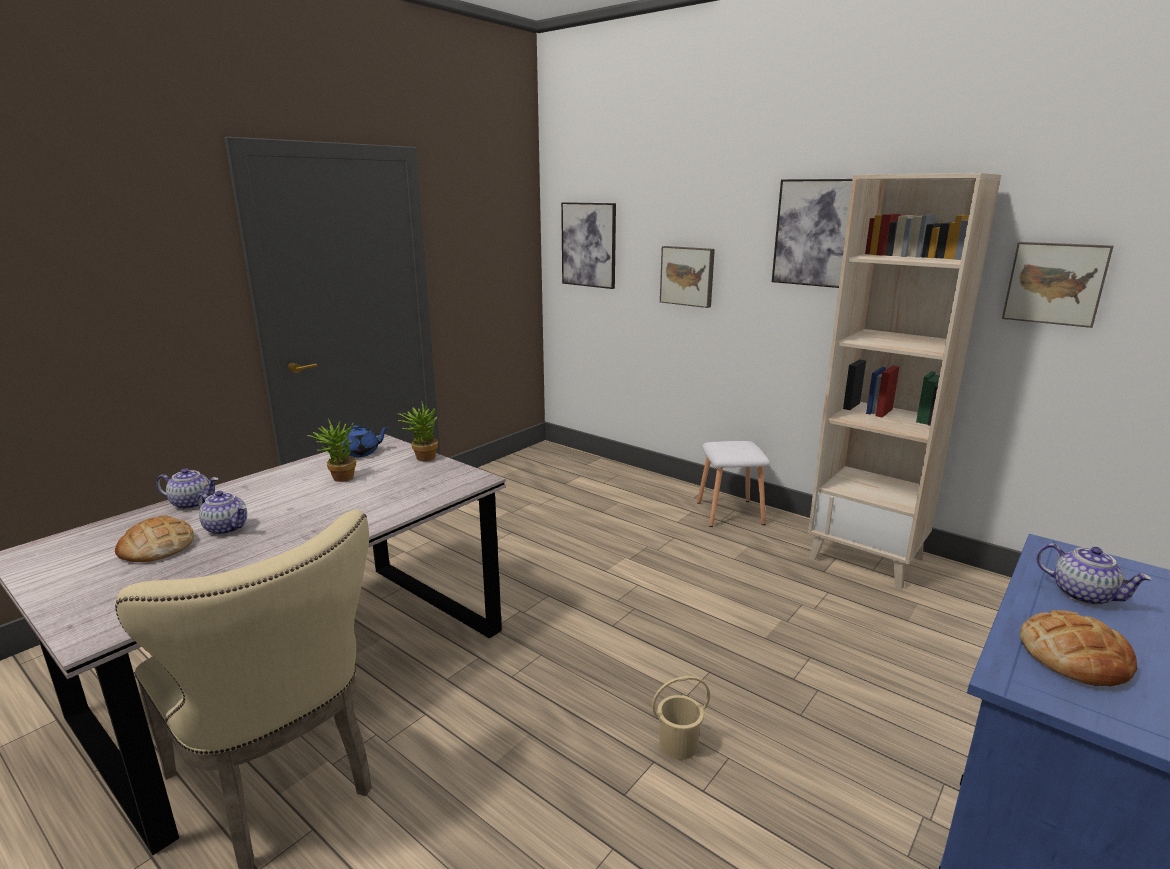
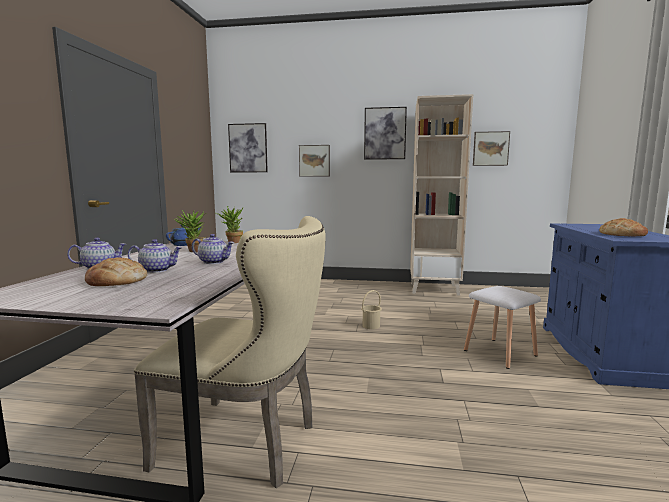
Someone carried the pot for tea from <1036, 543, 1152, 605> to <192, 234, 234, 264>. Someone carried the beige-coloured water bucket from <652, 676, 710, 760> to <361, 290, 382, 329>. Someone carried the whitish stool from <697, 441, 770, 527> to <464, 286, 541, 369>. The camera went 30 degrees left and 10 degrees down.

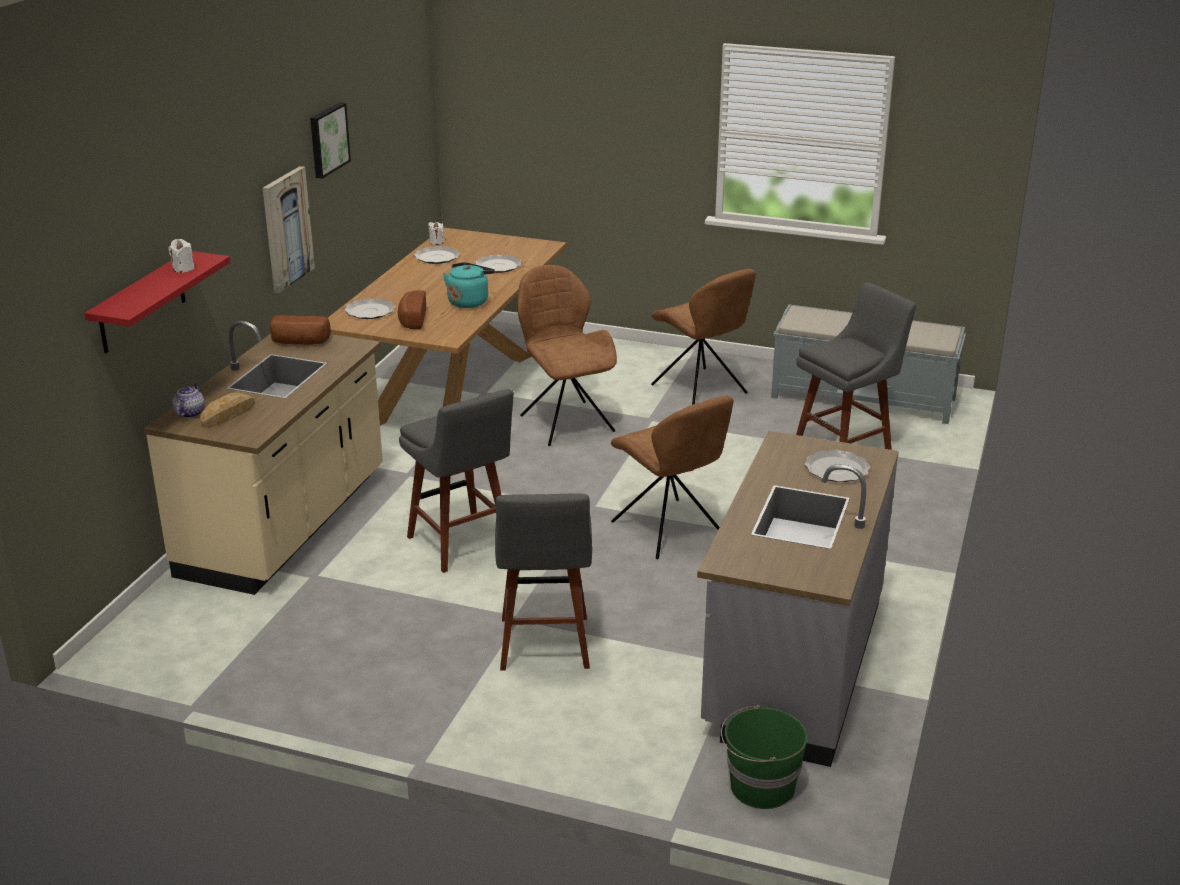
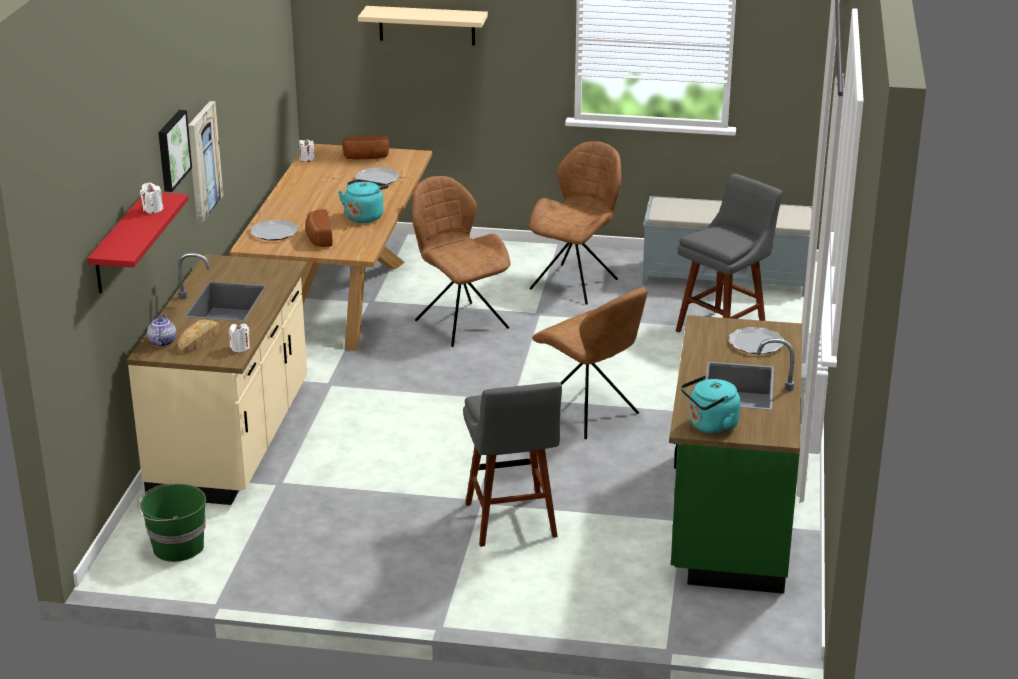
Someone carried the green-coloured water bucket from <721, 705, 808, 809> to <137, 482, 206, 562>. Someone carried the wall art from <310, 102, 351, 179> to <158, 110, 192, 192>. Someone put down the whitish wax candle at <229, 323, 250, 353>. Someone carried the baked bread from <270, 315, 331, 345> to <342, 136, 389, 159>. Someone put up the beige-coloured shelf at <358, 6, 488, 45>. Someone rotated the brownish upright chair at <651, 269, 756, 405> by 105 degrees counterclockwise. Someone repainted the gray counter at <697, 431, 899, 767>, which became the green-coloured counter at <669, 315, 802, 594>. Someone put down the turquoise-coloured kettle at <681, 376, 740, 434>. Someone took away the gray stool at <399, 389, 514, 573>. Someone took away the plate at <414, 246, 460, 264>. The camera went 10 degrees left and 0 degrees up.

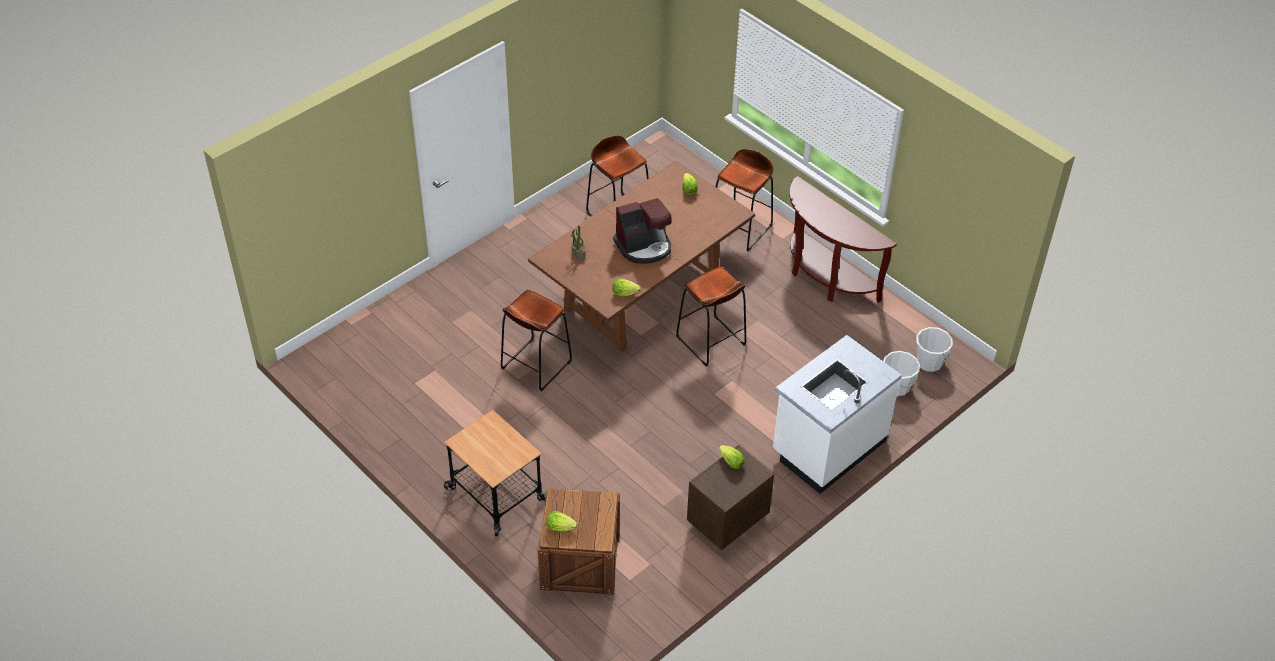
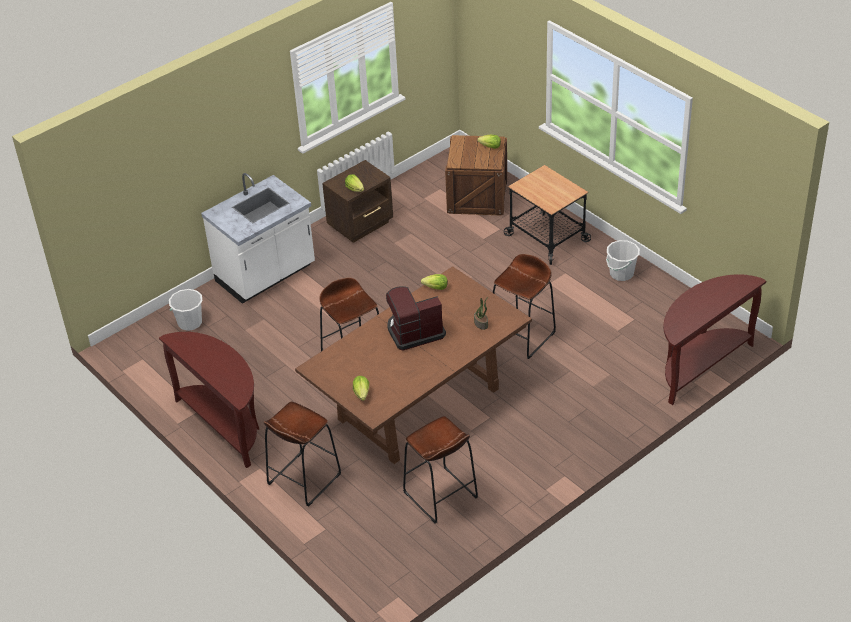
Someone carried the whitish water bucket from <916, 327, 953, 372> to <606, 240, 640, 281>. Someone put down the brownish hall table at <663, 274, 766, 405>. The camera went 175 degrees left and 5 degrees down.

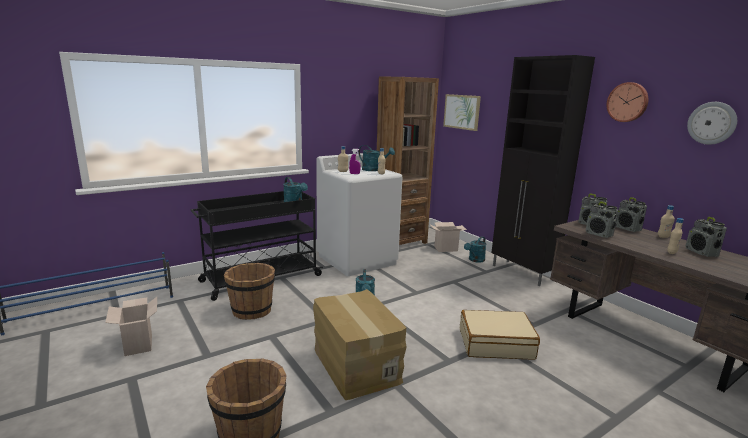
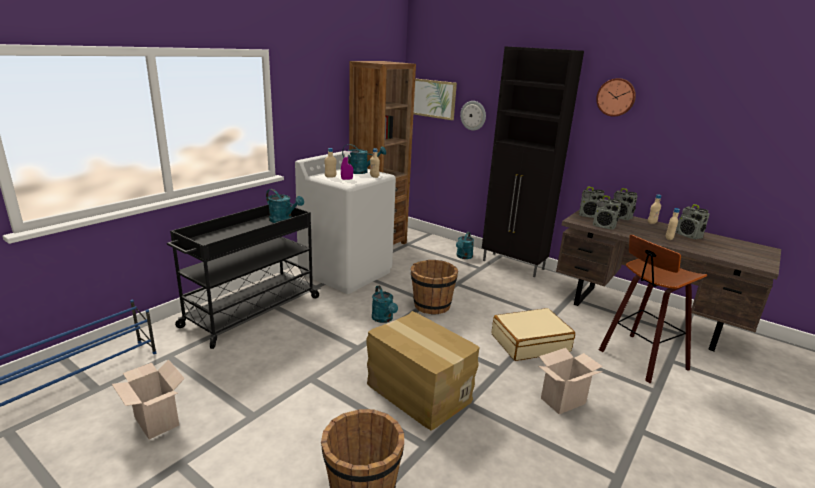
Someone carried the brownish water bucket from <224, 263, 275, 320> to <411, 260, 458, 315>. Someone carried the hanging clock from <687, 102, 737, 145> to <460, 101, 486, 131>. Someone carried the packing box from <429, 222, 467, 252> to <539, 348, 603, 414>. Someone put down the stool at <599, 235, 707, 383>. The camera went 20 degrees left and 5 degrees up.

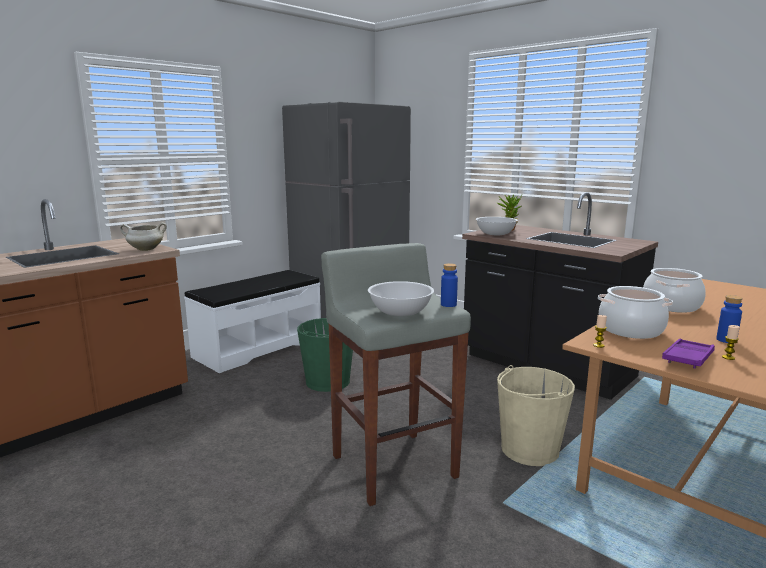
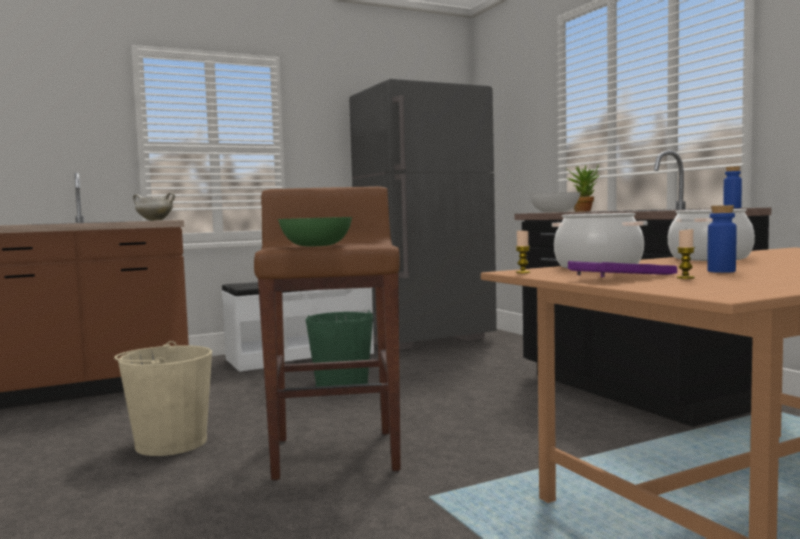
Someone carried the beige-coloured water bucket from <497, 365, 575, 466> to <114, 341, 212, 456>. Someone repainted the gray stool at <321, 243, 471, 506>, which became the brownish stool at <254, 186, 401, 480>. Someone repainted the whitish deep dish at <368, 281, 434, 316>, which became the green-coloured deep dish at <278, 217, 352, 246>. Someone carried the blue beverage bottle from <441, 263, 458, 307> to <723, 166, 742, 208>. The camera went 20 degrees right and 10 degrees down.

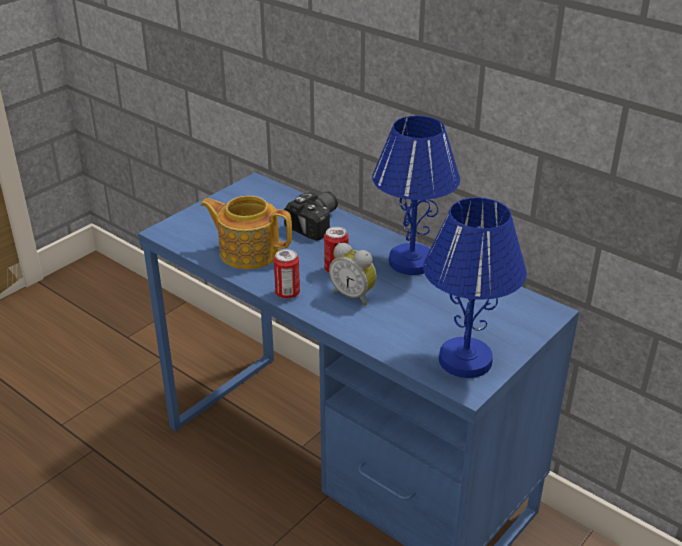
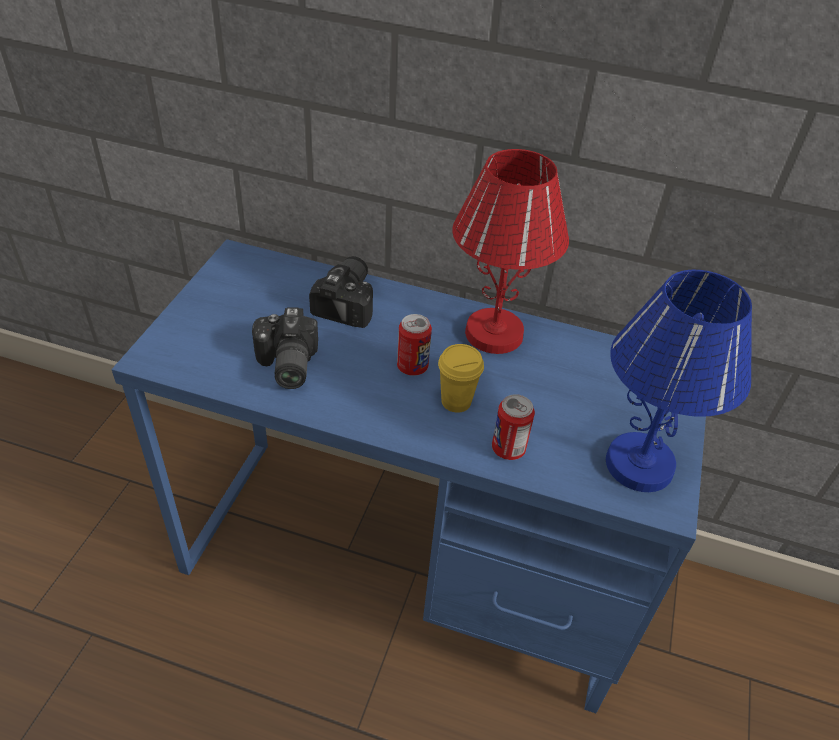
Someone swapped the pot for tea at <200, 196, 292, 269> for the still camera at <252, 307, 318, 389>. Someone swapped the bedside clock at <329, 243, 377, 306> for the yellowish cup at <438, 344, 484, 413>. Someone repainted the blue lamp for a table at <372, 116, 460, 275>, which became the red-coloured lamp for a table at <452, 149, 569, 354>. Someone carried the metal can from <274, 249, 300, 299> to <492, 394, 535, 460>. The camera went 25 degrees left and 10 degrees up.

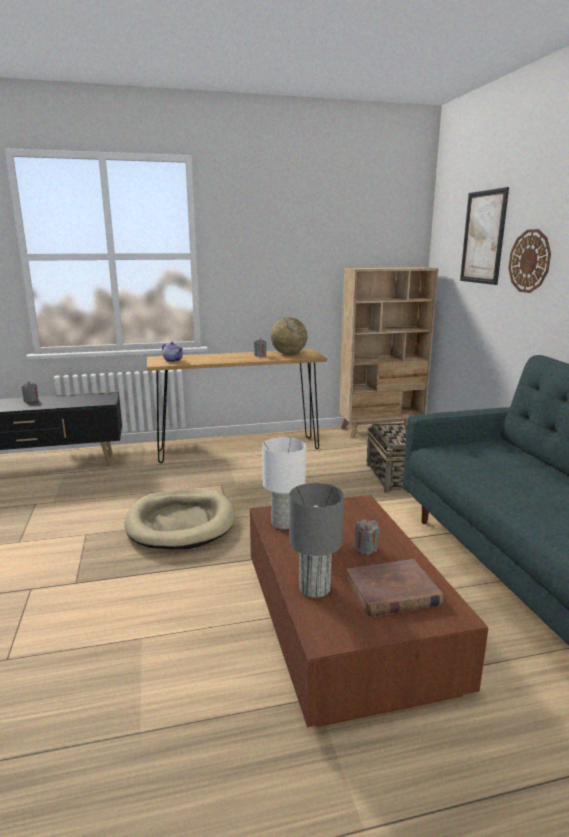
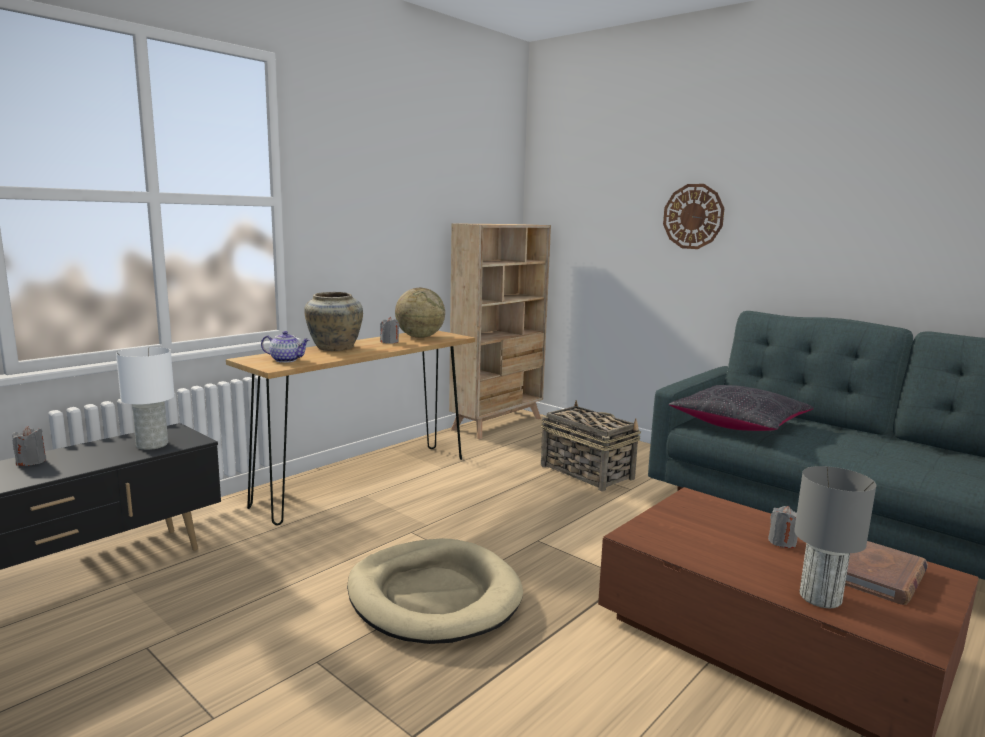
Someone carried the whitish lamp for a table from <262, 437, 306, 529> to <116, 347, 175, 450>. Someone put down the beige-coloured vase at <304, 292, 363, 351>. Someone put down the black throw pillow at <669, 385, 813, 431>. Someone took away the wall art at <460, 187, 509, 285>. The camera went 35 degrees left and 5 degrees down.

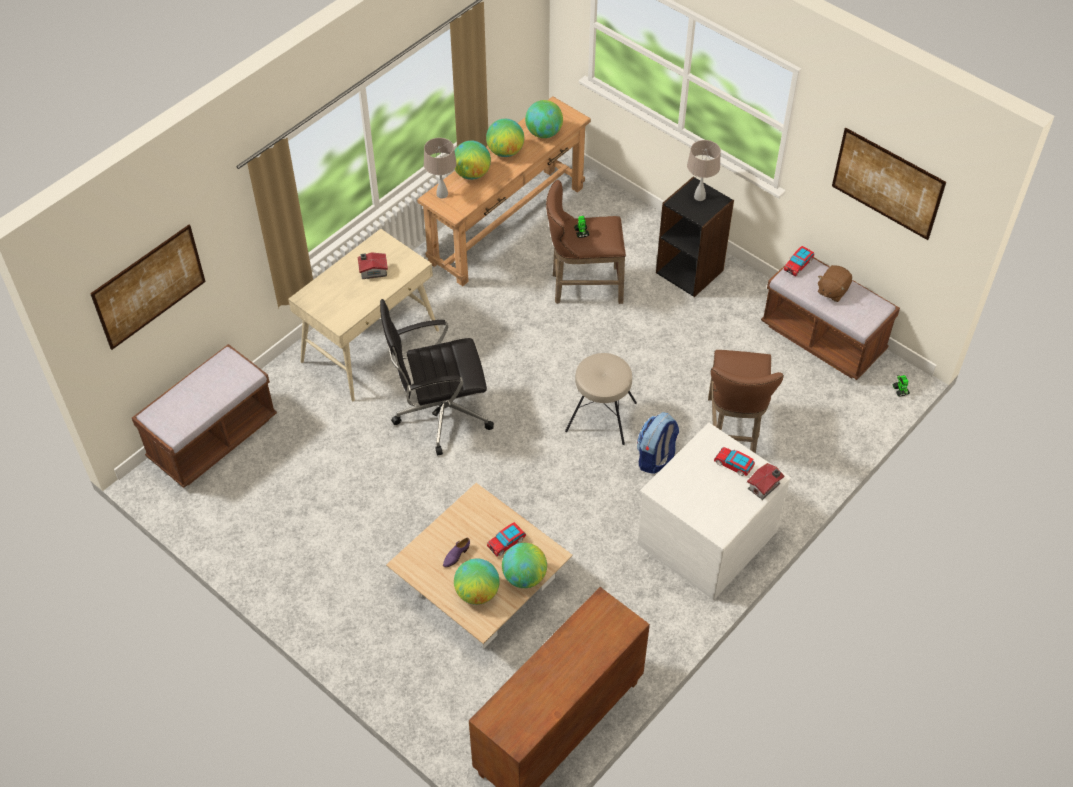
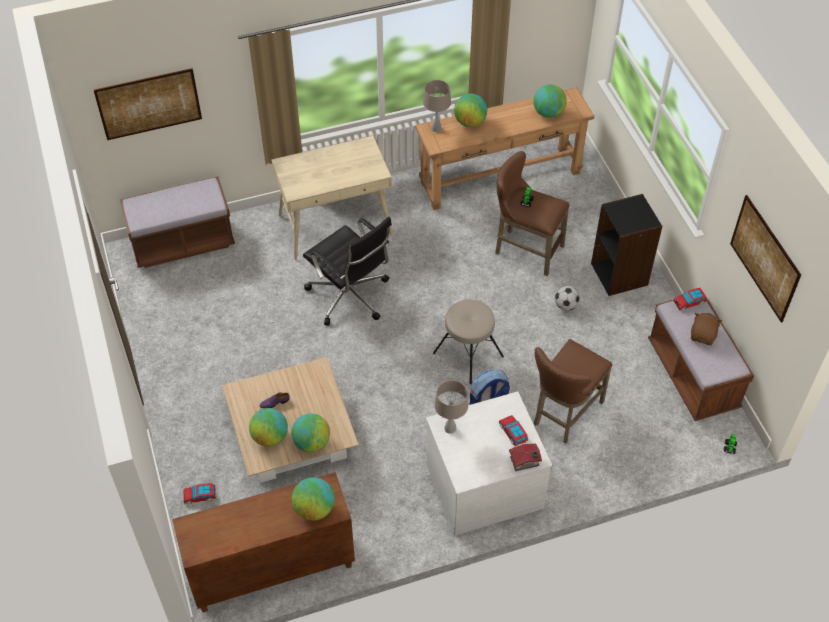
Someone carried the miniature car from <487, 522, 526, 557> to <183, 483, 216, 504>. Someone carried the world globe from <486, 119, 524, 157> to <292, 477, 335, 521>. Someone rotated the black desk chair at <380, 299, 494, 455> by 150 degrees counterclockwise. Someone carried the beige-coloured lamp for a table from <687, 140, 721, 201> to <434, 380, 468, 434>. Someone put down the football ball at <555, 286, 580, 311>. Someone rotated the brownish plush toy at <818, 265, 852, 302> by 135 degrees clockwise. Someone took away the toy house at <358, 252, 388, 279>. The camera went 30 degrees right and 0 degrees up.

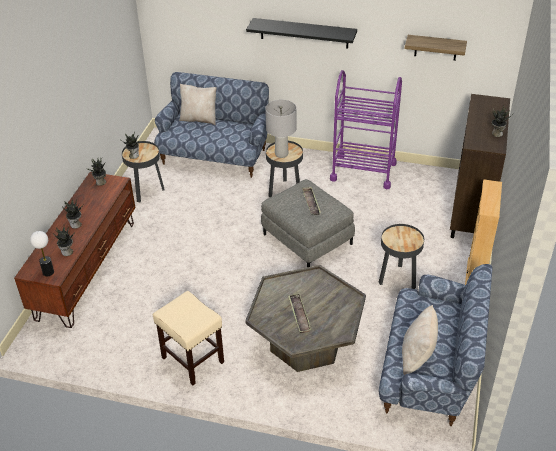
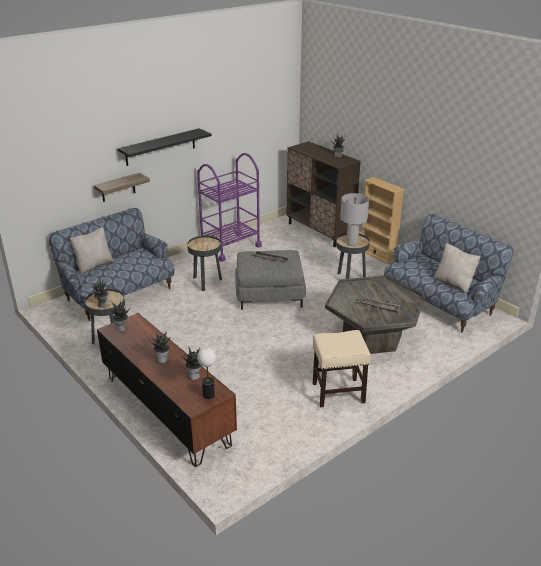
Someone carried the shelf from <405, 35, 467, 61> to <94, 173, 150, 202>. Someone carried the gray lamp for a table from <265, 100, 297, 158> to <340, 193, 369, 246>. The camera went 55 degrees left and 10 degrees down.

